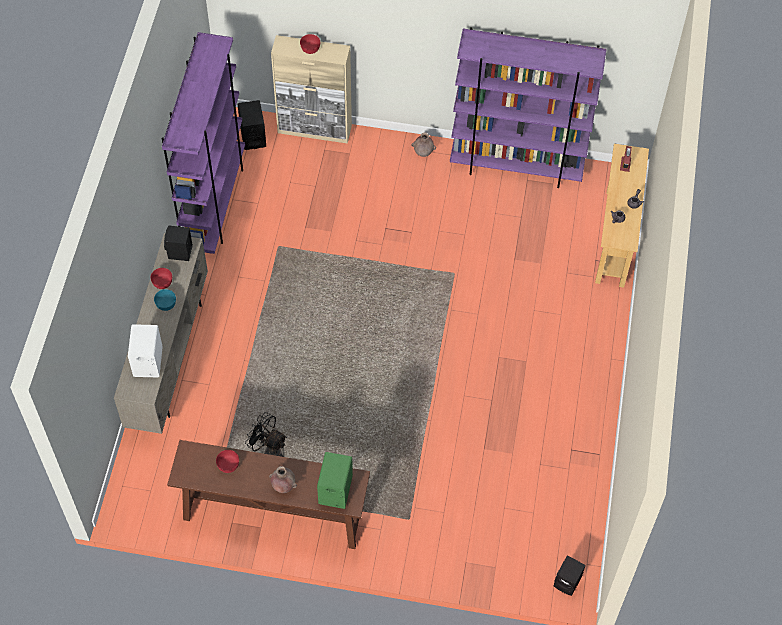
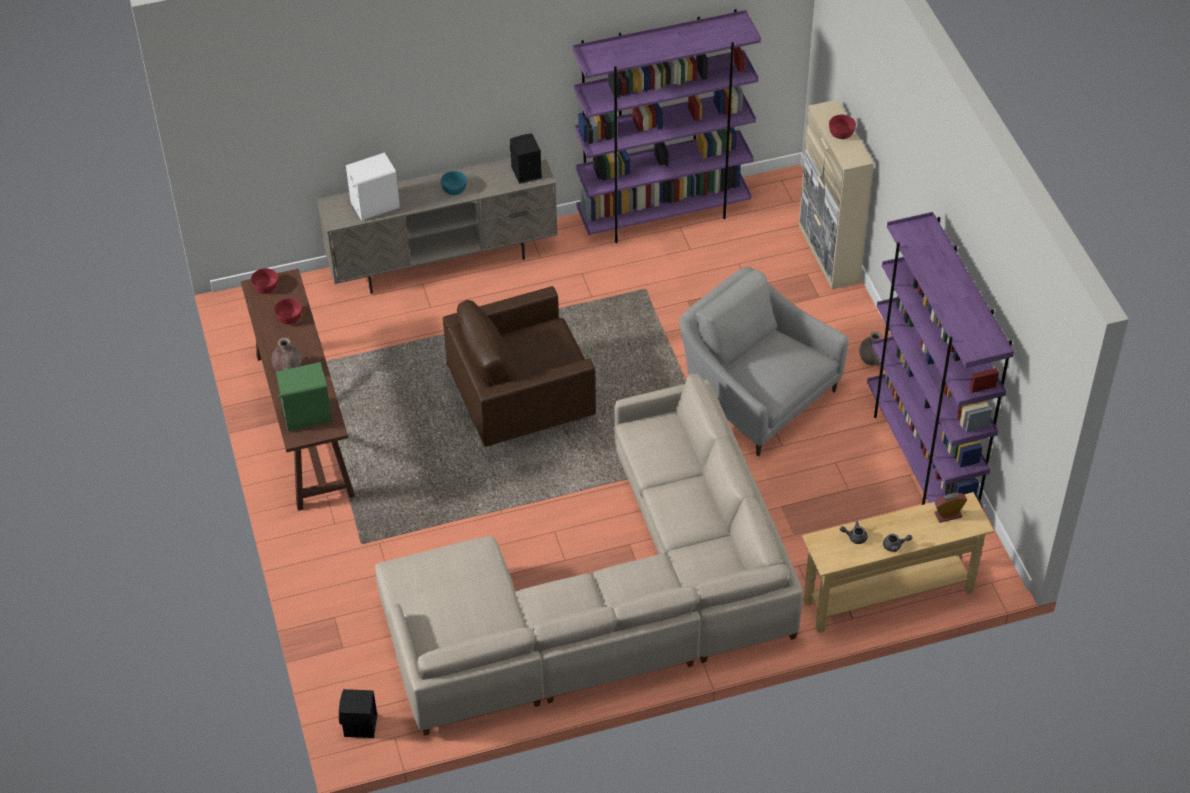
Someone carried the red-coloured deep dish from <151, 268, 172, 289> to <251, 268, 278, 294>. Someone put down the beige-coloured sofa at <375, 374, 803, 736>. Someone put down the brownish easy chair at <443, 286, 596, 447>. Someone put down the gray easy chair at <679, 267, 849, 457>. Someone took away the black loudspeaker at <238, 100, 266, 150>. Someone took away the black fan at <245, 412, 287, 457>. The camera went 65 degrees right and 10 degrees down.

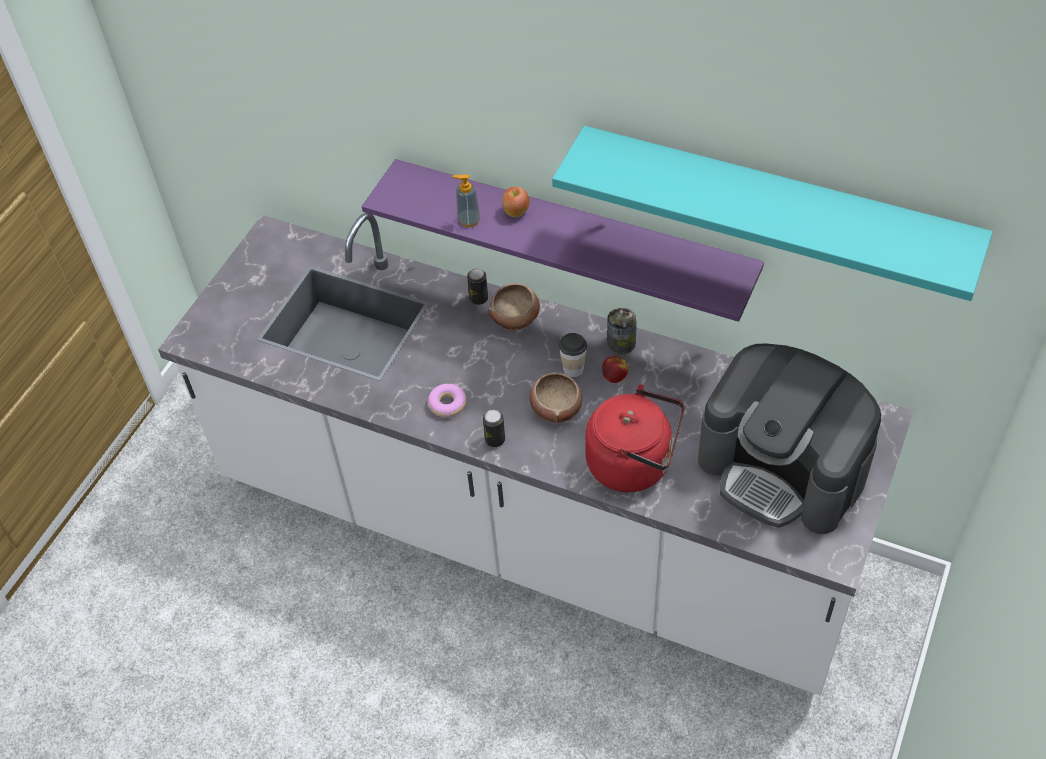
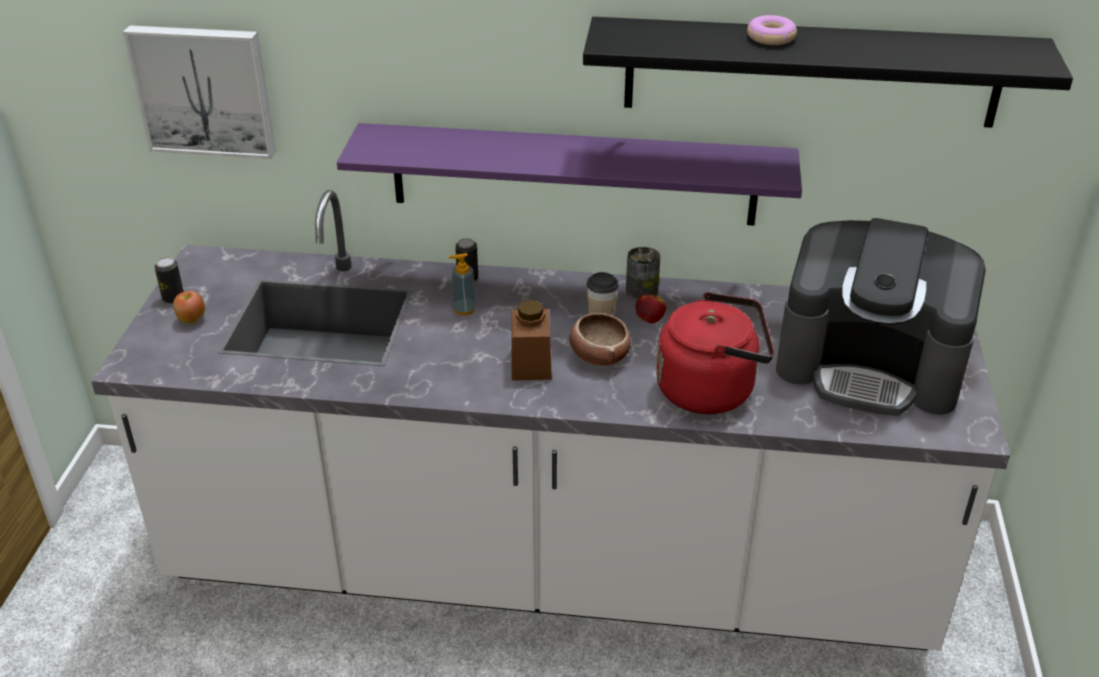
Someone put up the wall art at <123, 25, 276, 159>. Someone carried the metal can from <483, 410, 505, 447> to <154, 257, 184, 304>. Someone carried the apple from <502, 187, 530, 217> to <173, 291, 205, 324>. Someone carried the soap bottle from <452, 175, 481, 227> to <448, 253, 477, 316>. Someone put down the brownish preserve jar at <511, 300, 552, 381>. Someone repainted the turquoise-coloured shelf at <552, 126, 993, 301>, which became the black shelf at <583, 17, 1073, 128>. Someone carried the donut from <428, 384, 467, 417> to <747, 15, 797, 45>. Someone took away the deep dish at <488, 283, 540, 330>. The camera went 20 degrees left and 15 degrees down.

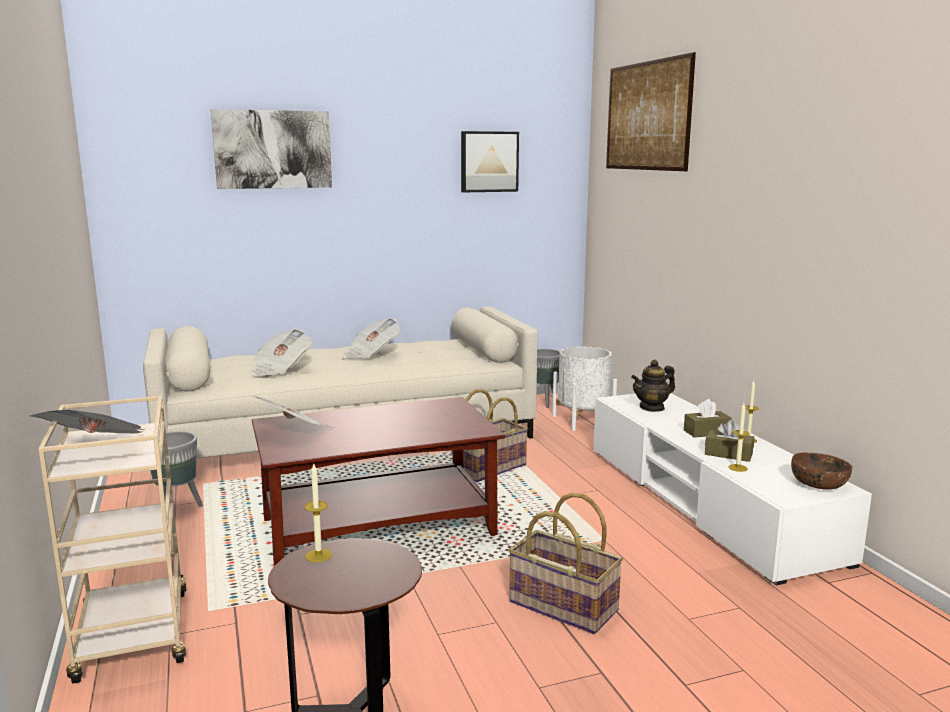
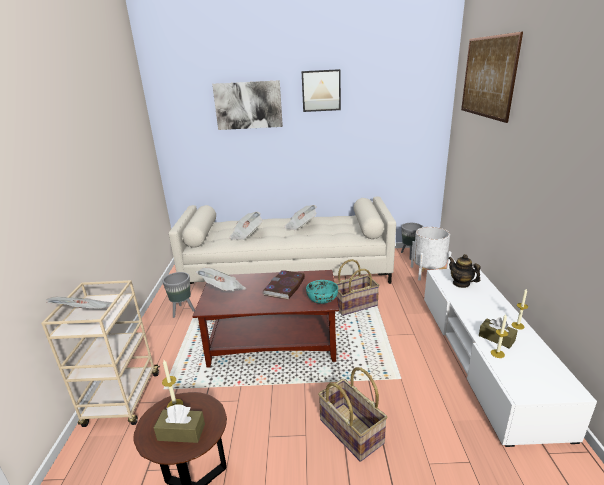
Someone carried the brownish tissue holder from <684, 399, 732, 438> to <154, 404, 205, 443>. Someone put down the book at <263, 270, 305, 299>. Someone carried the wall art from <461, 131, 519, 192> to <302, 69, 341, 112>. Someone put down the turquoise-coloured deep dish at <306, 280, 338, 304>. Someone rotated the pot for tea at <631, 360, 675, 412> by 60 degrees clockwise. Someone took away the brownish deep dish at <791, 452, 853, 490>. The camera went 20 degrees right and 10 degrees up.

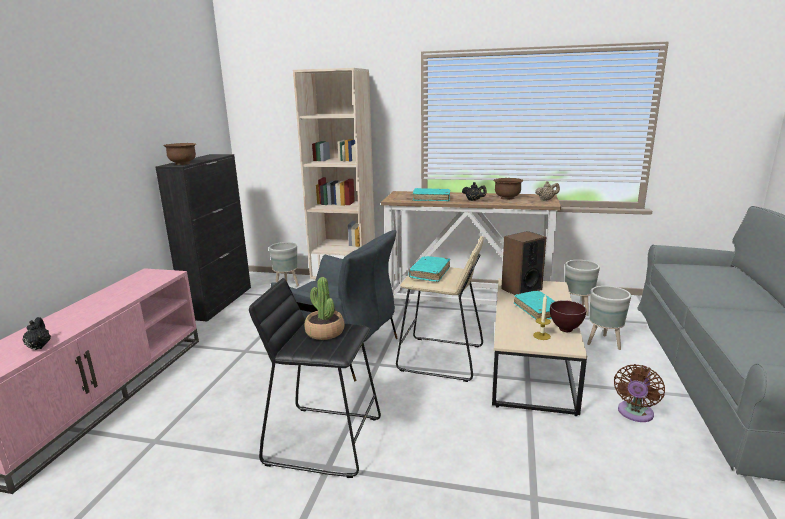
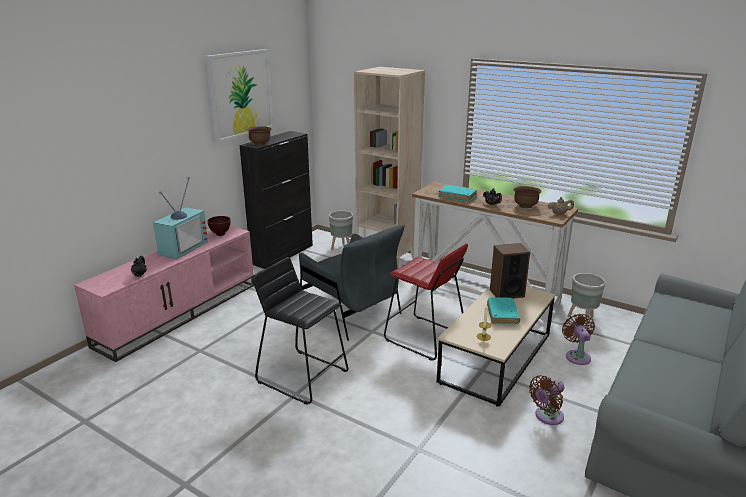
Someone put down the TV set at <153, 177, 208, 259>. Someone put up the wall art at <205, 49, 274, 142>. Someone carried the brownish deep dish from <550, 300, 587, 332> to <207, 216, 231, 236>. Someone repainted the beige-coloured stool at <396, 236, 484, 382>, which became the red-coloured stool at <384, 244, 468, 361>. Someone swapped the gray planter at <587, 286, 631, 350> for the brownish fan at <562, 314, 595, 365>. Someone took away the potted plant at <305, 277, 344, 340>. Someone took away the turquoise-coloured book at <408, 256, 450, 282>. The camera went 20 degrees right and 5 degrees up.

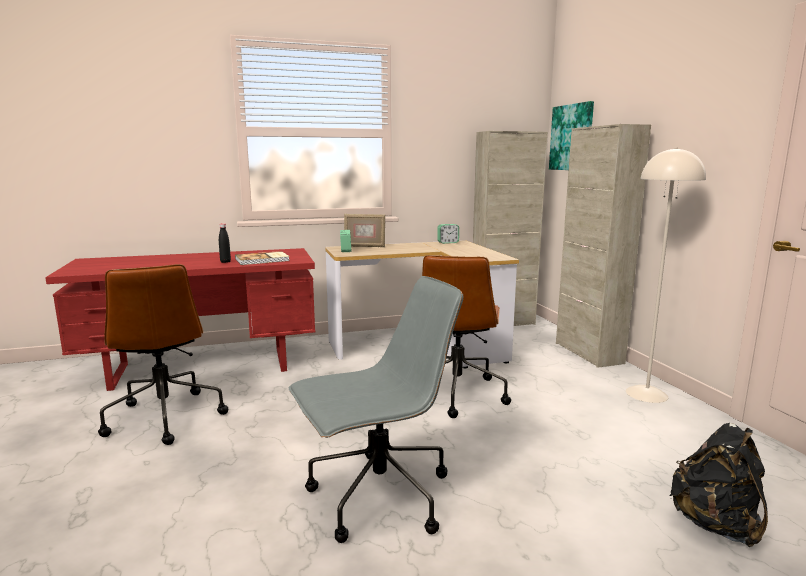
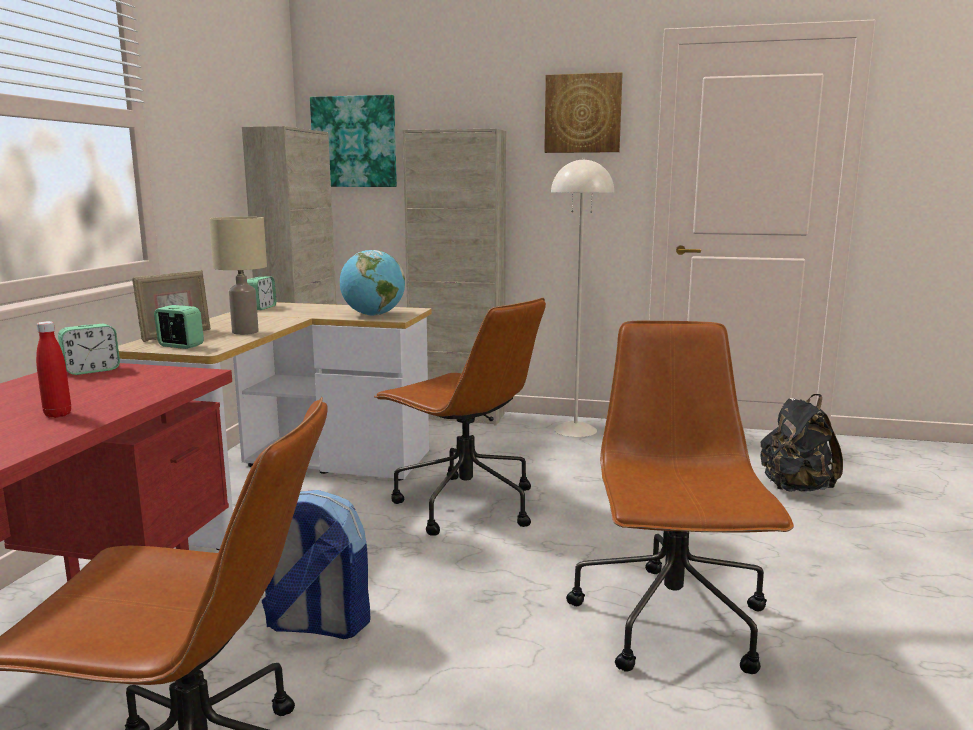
Someone repainted the black beverage bottle at <219, 224, 231, 263>, which became the red-coloured beverage bottle at <36, 321, 71, 418>. Someone put down the bedside clock at <58, 324, 120, 375>. Someone put down the beige-coloured lamp for a table at <209, 217, 267, 335>. Someone put down the rucksack at <262, 490, 370, 639>. Someone put down the world globe at <340, 250, 405, 316>. Someone put up the wall art at <544, 72, 623, 153>. Someone repainted the gray desk chair at <289, 276, 463, 543>, which became the brownish desk chair at <566, 321, 794, 674>. Someone took away the book at <235, 251, 289, 265>. The camera went 60 degrees left and 0 degrees up.

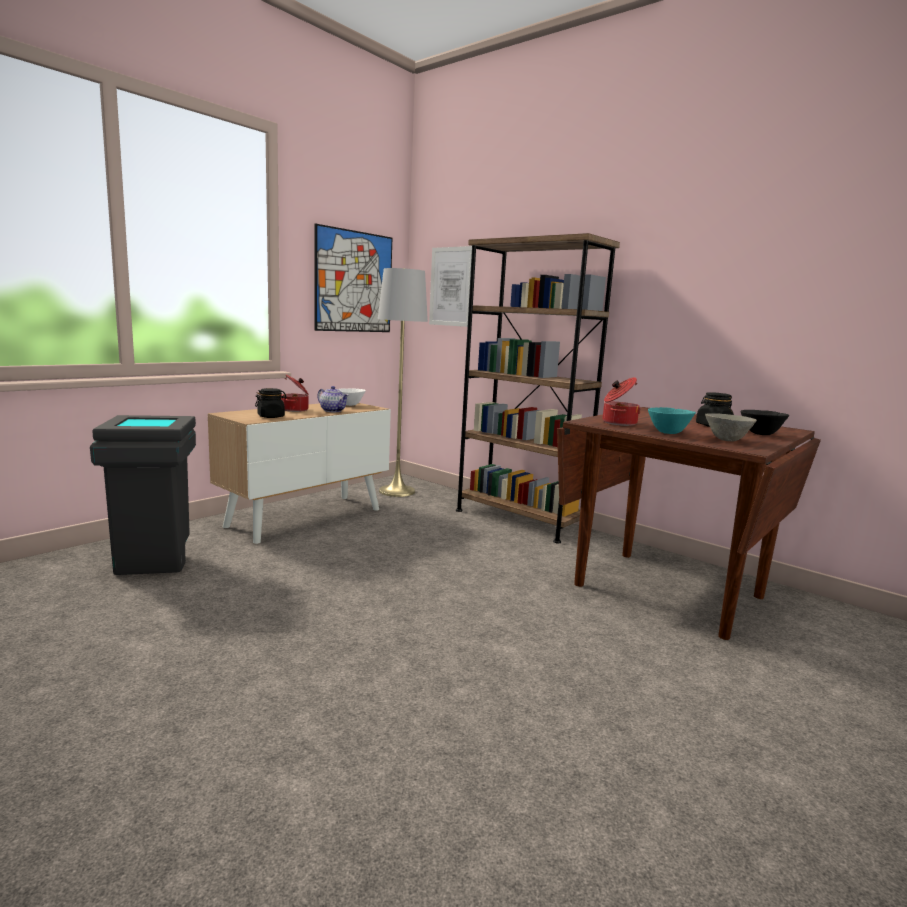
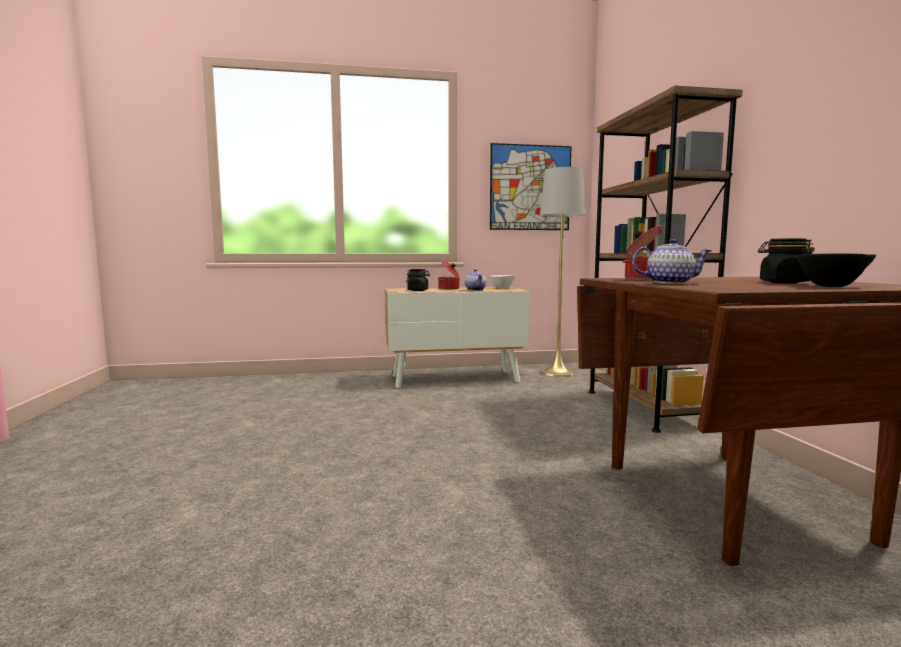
Someone swapped the turquoise-coloured deep dish at <648, 407, 696, 434> for the pot for tea at <632, 239, 711, 284>. Someone took away the gray rubbish bin at <90, 415, 196, 575>. Someone took away the wall art at <429, 246, 472, 327>. Someone took away the gray deep dish at <705, 413, 757, 441>. The camera went 40 degrees right and 5 degrees down.

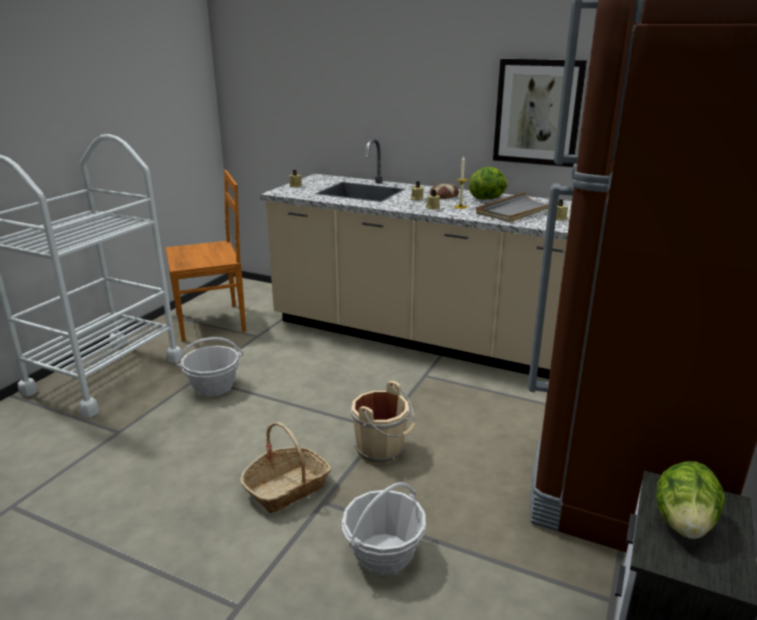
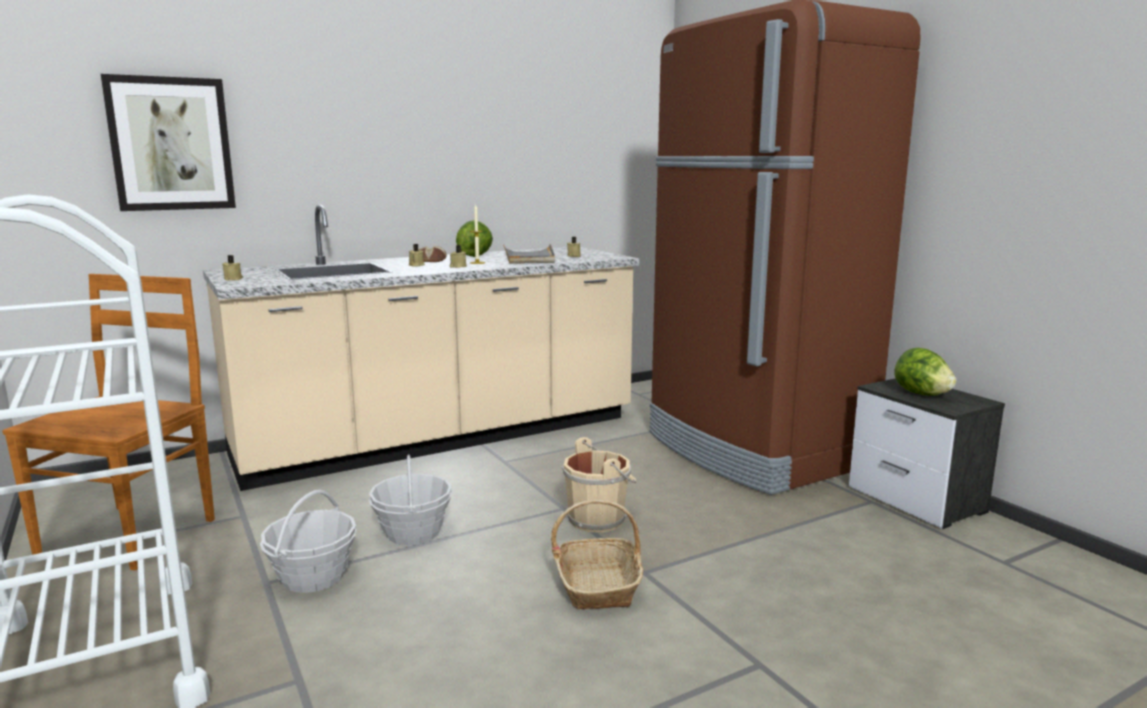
Someone carried the wall art from <493, 59, 587, 167> to <101, 74, 236, 211>. Someone carried the basket from <342, 482, 426, 576> to <369, 454, 452, 545>. The camera went 55 degrees left and 10 degrees down.

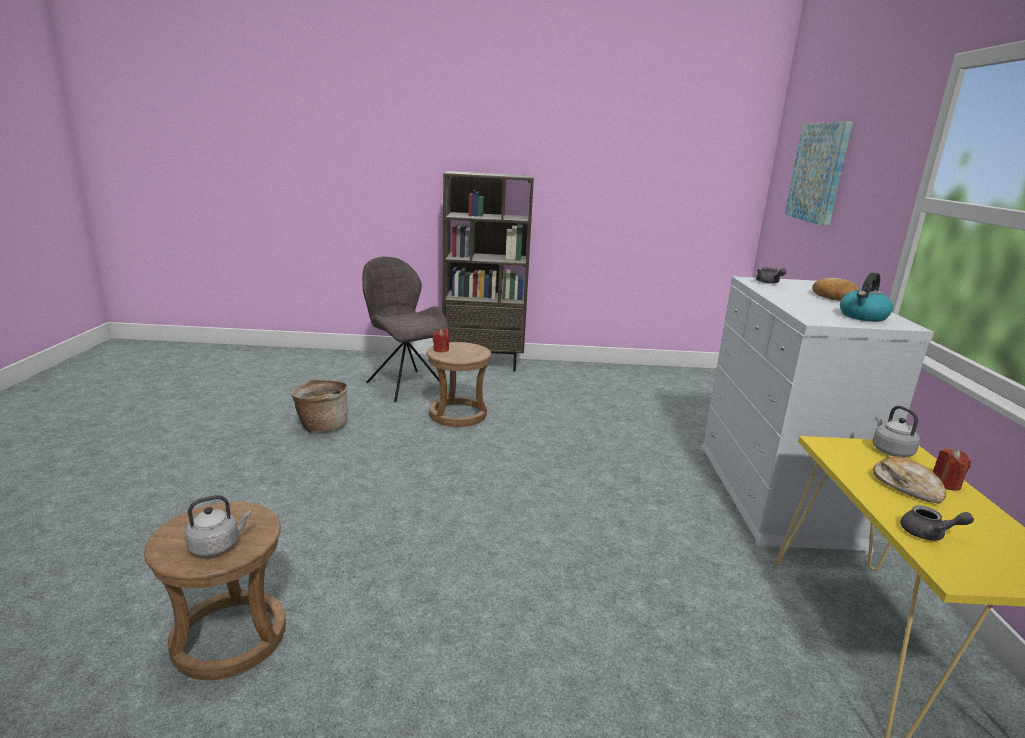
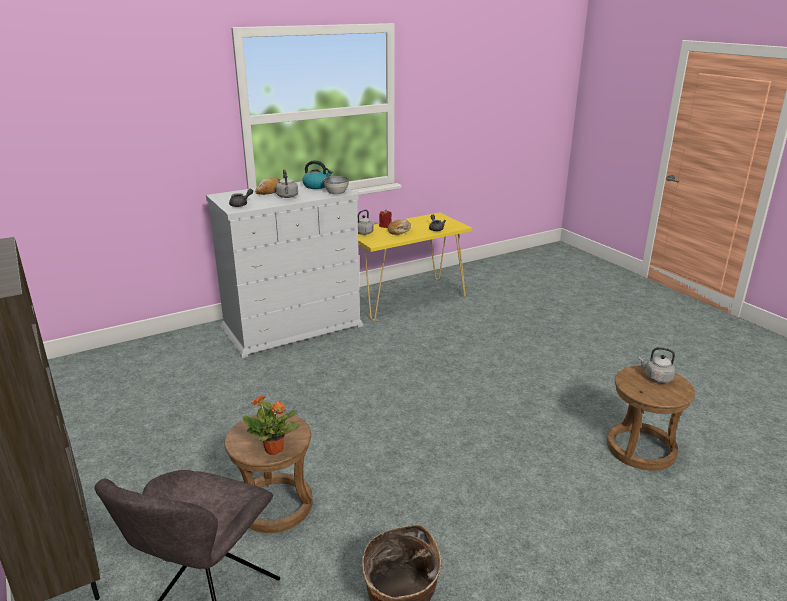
Someone swapped the red-coloured wax candle at <433, 329, 449, 353> for the potted plant at <242, 395, 300, 455>. Someone put down the gray kettle at <276, 169, 298, 198>. Someone put down the deep dish at <323, 176, 349, 194>. Someone took away the wall art at <785, 121, 853, 226>. The camera went 120 degrees left and 5 degrees up.

